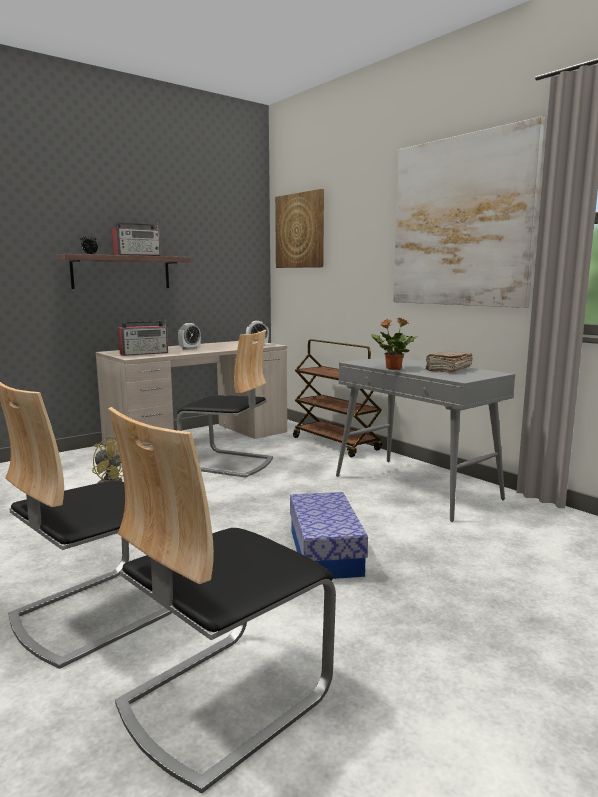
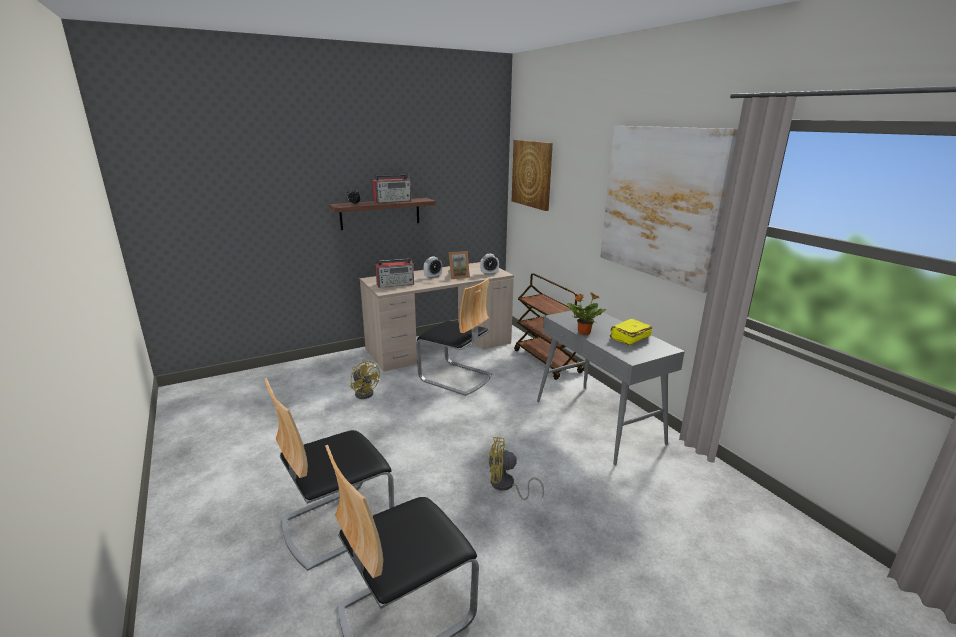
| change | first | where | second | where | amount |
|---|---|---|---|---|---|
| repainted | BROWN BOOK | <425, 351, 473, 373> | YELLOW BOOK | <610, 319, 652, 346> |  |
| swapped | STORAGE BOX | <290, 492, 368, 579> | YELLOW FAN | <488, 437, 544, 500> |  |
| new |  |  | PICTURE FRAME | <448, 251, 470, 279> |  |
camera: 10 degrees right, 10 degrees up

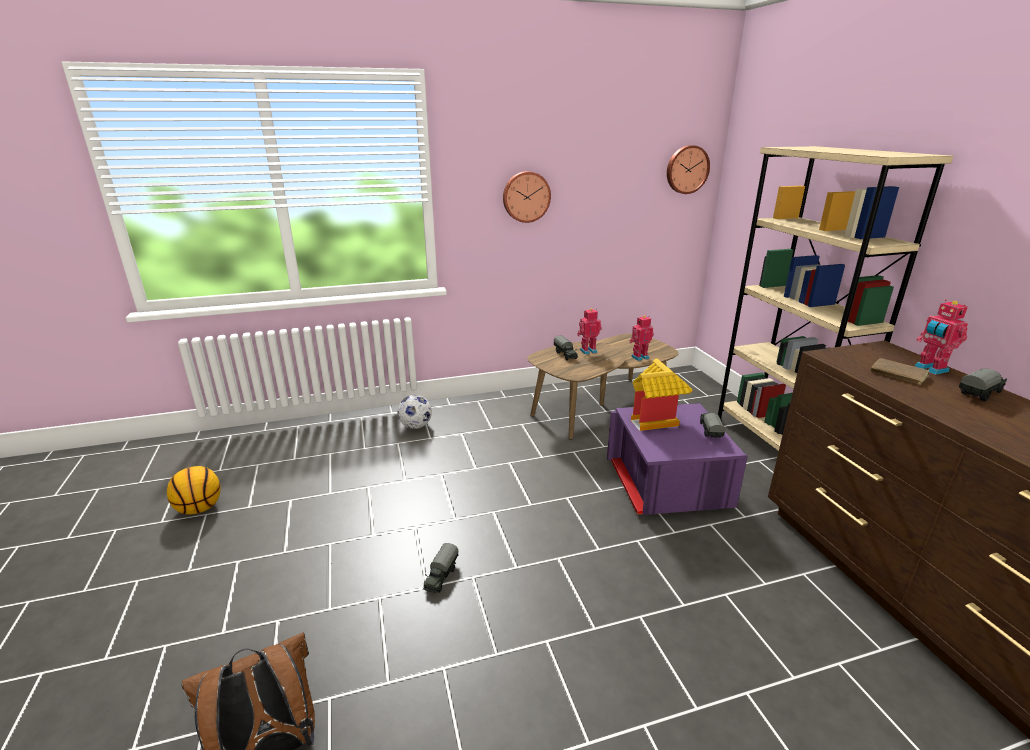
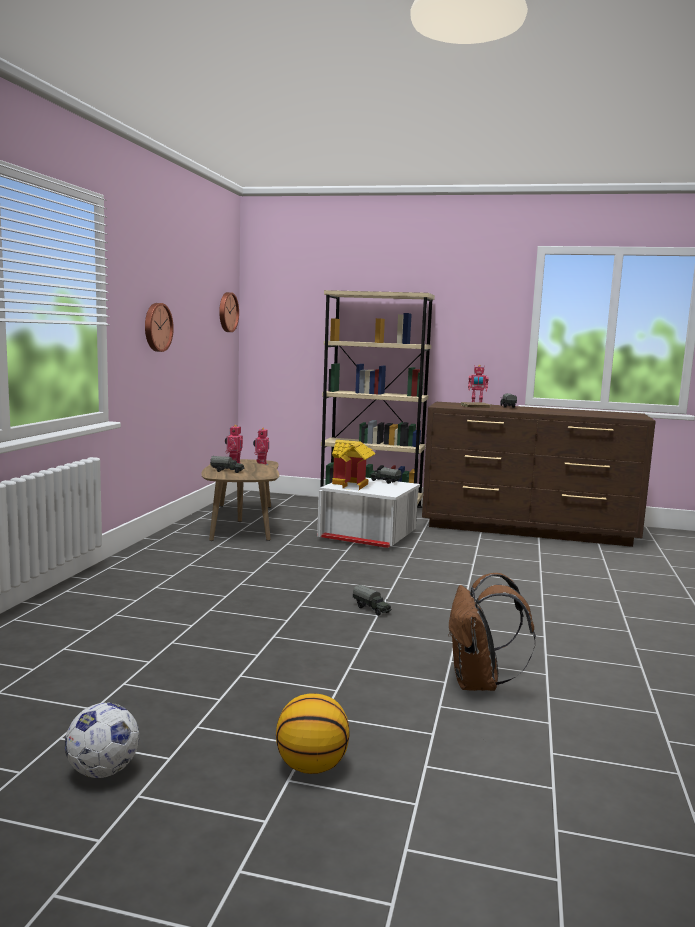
| change | first | where | second | where | amount |
|---|---|---|---|---|---|
| shifted | FOOTBALL | <397, 395, 432, 429> |  | <65, 703, 139, 778> |  |
| repainted | PURPLE STORAGE BOX | <607, 403, 748, 515> | WHITE STORAGE BOX | <317, 478, 420, 548> |  |
| shifted | BASKETBALL | <167, 466, 221, 515> |  | <276, 693, 350, 774> |  |
camera: 60 degrees left, 15 degrees down

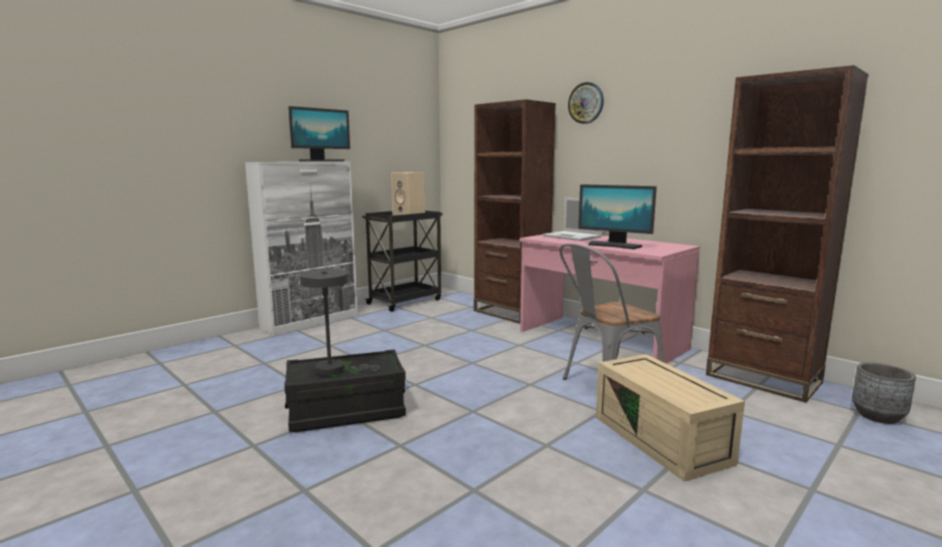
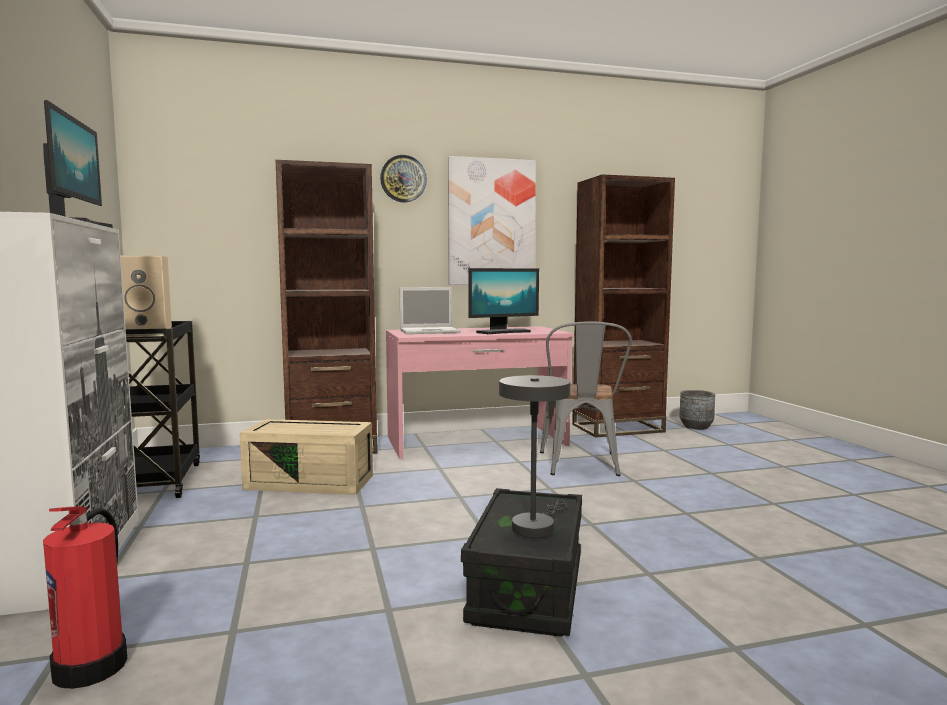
| change | first | where | second | where | amount |
|---|---|---|---|---|---|
| shifted | BEIGE STORAGE BOX | <596, 354, 745, 482> |  | <240, 419, 373, 495> |  |
| new |  |  | PICTURE | <448, 156, 536, 285> |  |
| new |  |  | FIRE EXTINGUISHER | <43, 506, 127, 689> |  |
camera: 60 degrees left, 5 degrees down

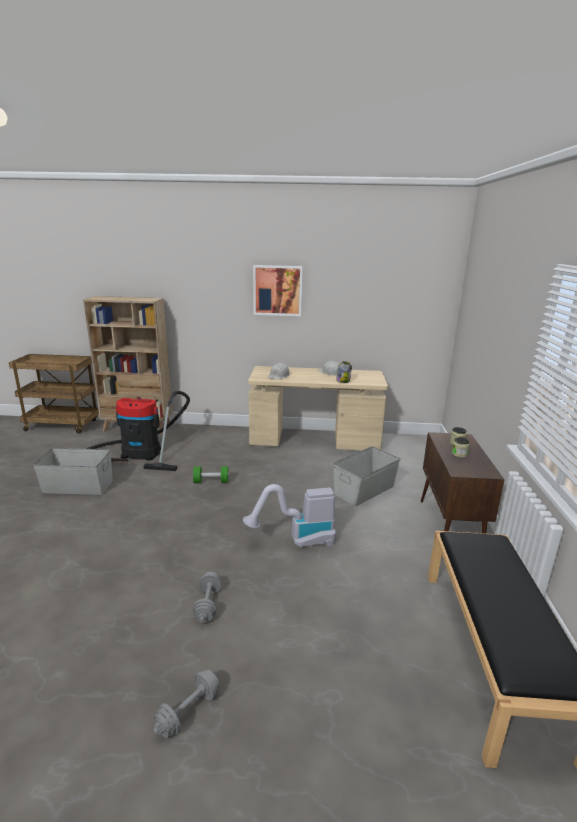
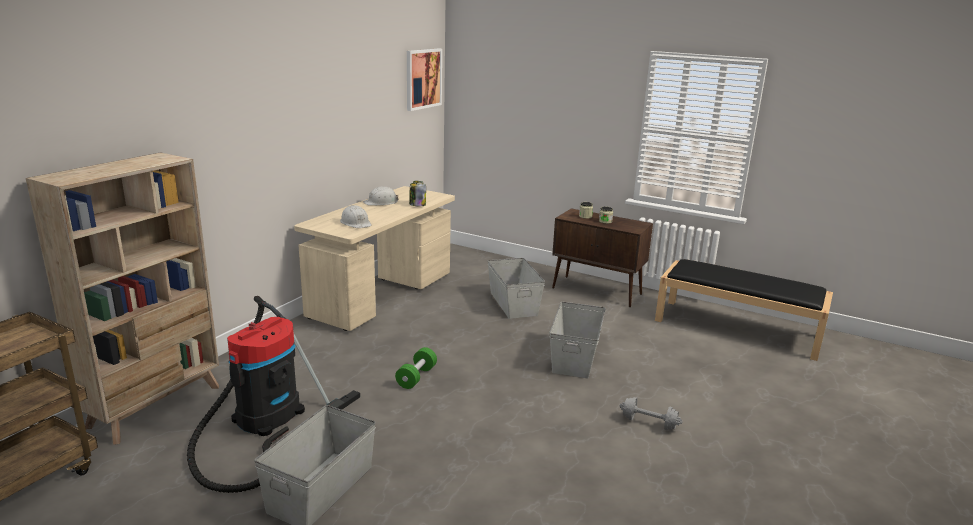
| change | first | where | second | where | amount |
|---|---|---|---|---|---|
| shifted | PICTURE | <253, 265, 303, 316> |  | <407, 48, 442, 111> |  |
| swapped | VACUUM CLEANER | <243, 484, 336, 548> | GREY STORAGE BOX | <549, 302, 606, 379> |  |
| gone | GREY DUMBBELL | <154, 670, 220, 738> |  |  |  |
camera: 65 degrees left, 0 degrees up

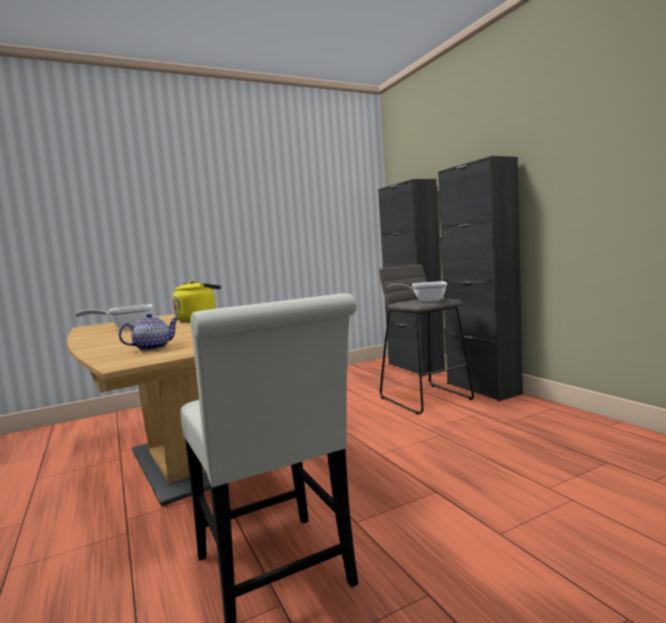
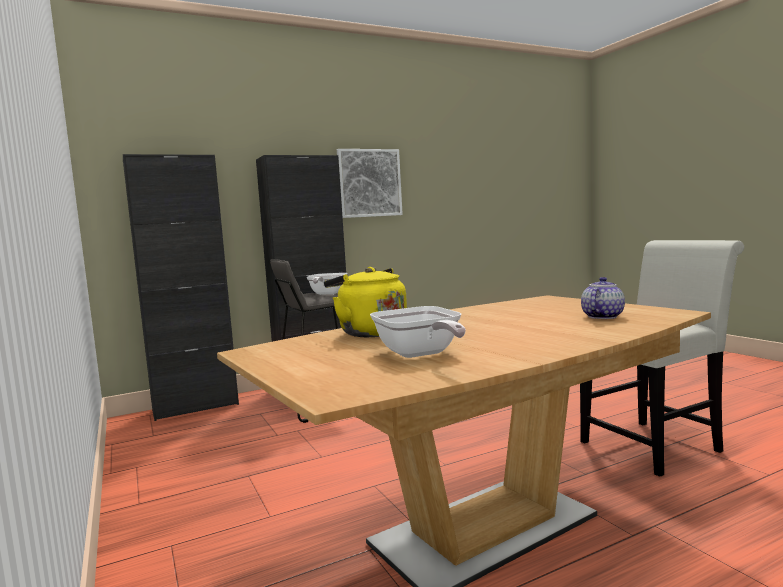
| change | first | where | second | where | amount |
|---|---|---|---|---|---|
| rotated | TEAPOT | <119, 313, 179, 351> |  | <581, 277, 625, 319> | 75 degrees clockwise |
| new |  |  | PICTURE | <337, 149, 403, 218> |  |
camera: 90 degrees left, 0 degrees up

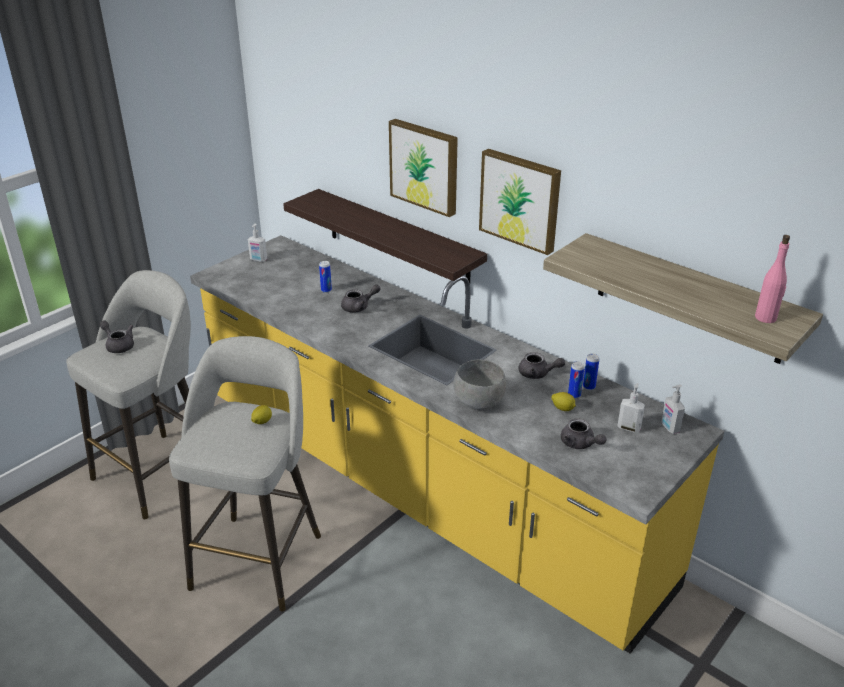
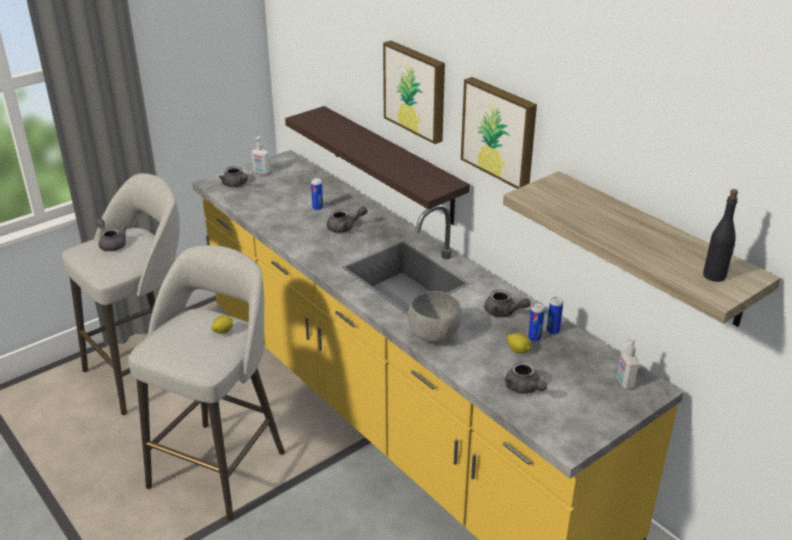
| change | first | where | second | where | amount |
|---|---|---|---|---|---|
| repainted | PINK BOTTLE | <755, 235, 790, 323> | BLACK BOTTLE | <703, 189, 738, 282> |  |
| gone | SOAP DISPENSER | <617, 383, 645, 433> |  |  |  |
| new |  |  | GREY TEAPOT | <219, 166, 248, 187> |  |
camera: 10 degrees right, 0 degrees up

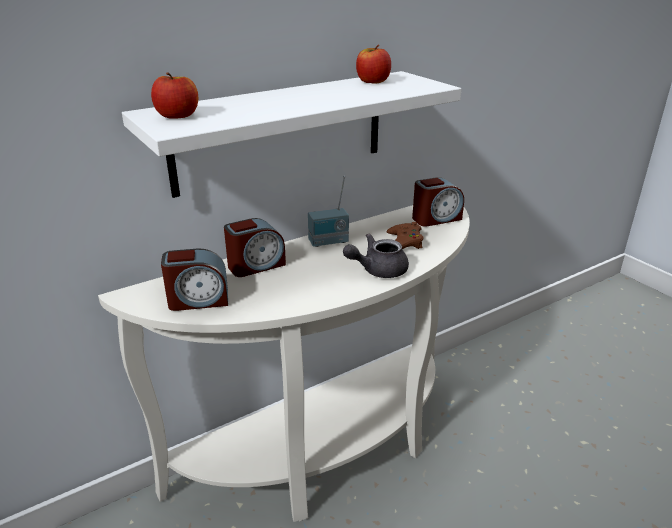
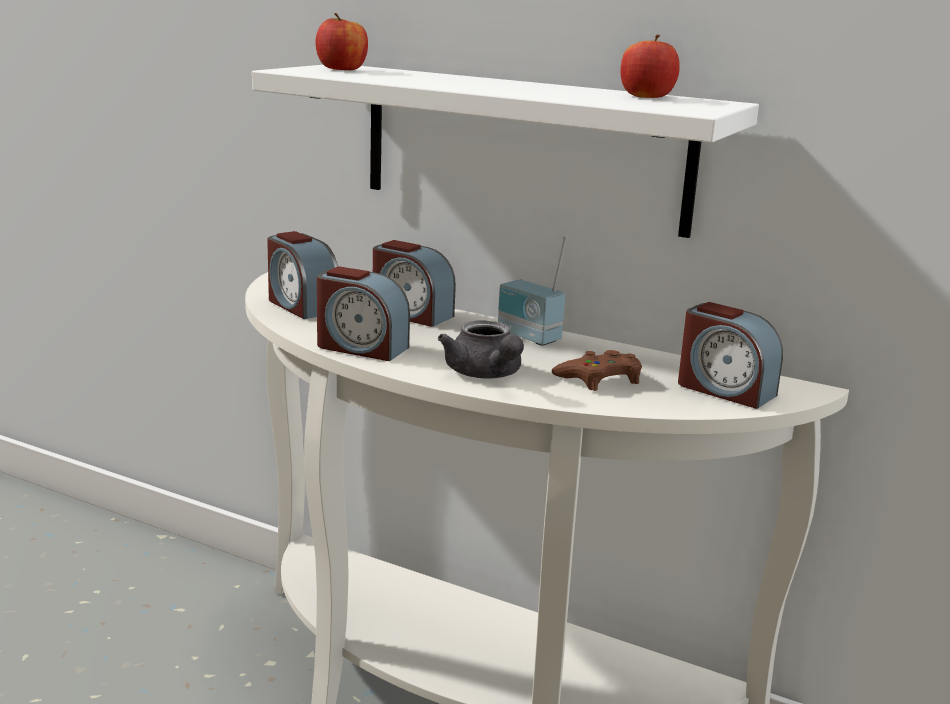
| change | first | where | second | where | amount |
|---|---|---|---|---|---|
| rotated | GREY TEAPOT | <343, 233, 409, 278> |  | <438, 320, 524, 379> | 150 degrees counterclockwise |
| new |  |  | ALARM CLOCK | <317, 266, 410, 361> |  |
camera: 60 degrees right, 10 degrees down

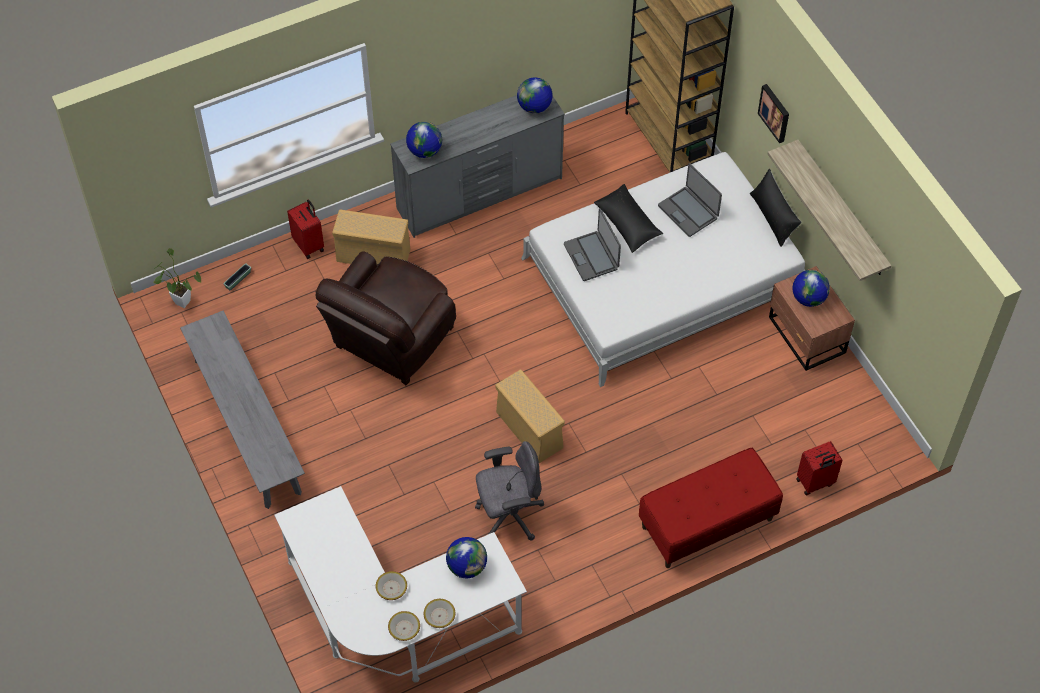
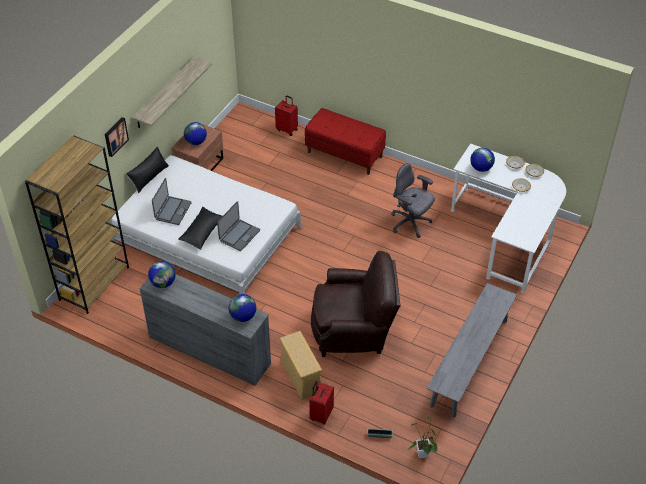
| change | first | where | second | where | amount |
|---|---|---|---|---|---|
| gone | BEIGE STORAGE BOX | <495, 370, 565, 463> |  |  |  |
camera: 125 degrees left, 10 degrees down

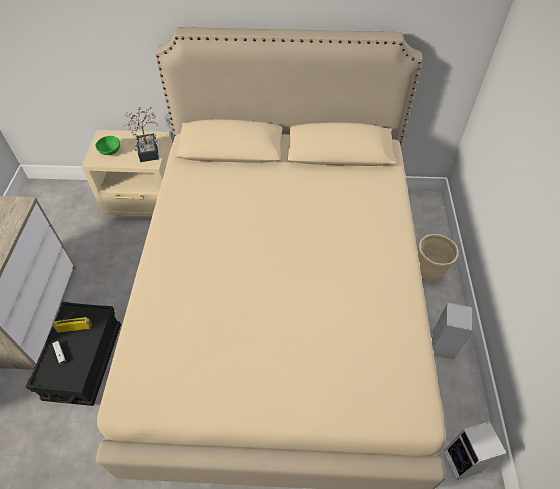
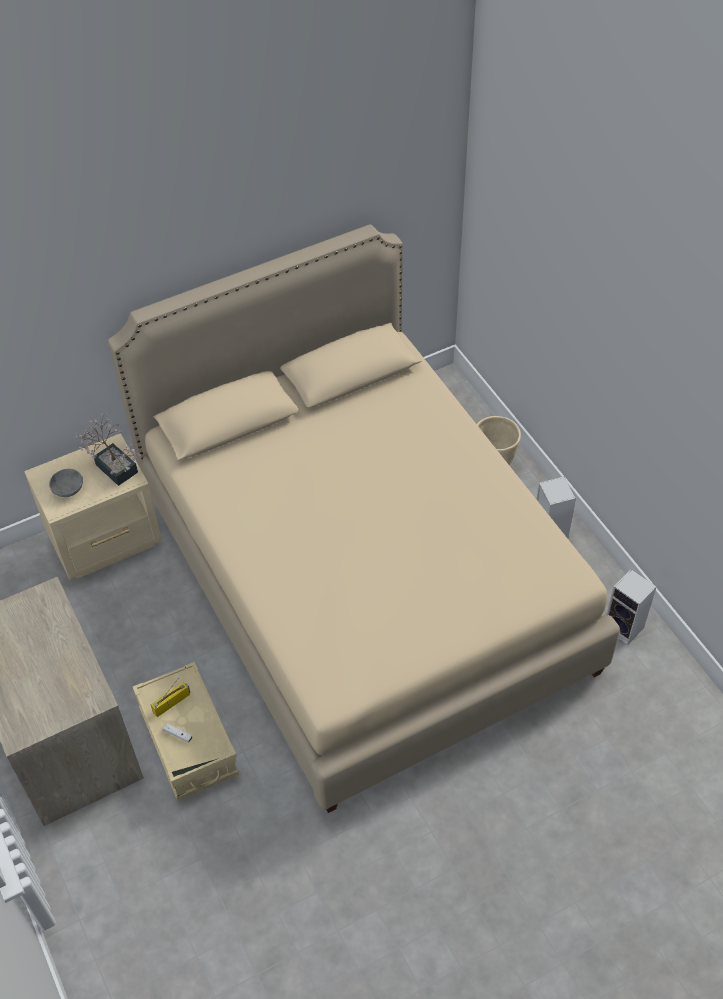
| change | first | where | second | where | amount |
|---|---|---|---|---|---|
| repainted | GREEN BOWL | <95, 136, 120, 155> | GREY BOWL | <49, 469, 83, 497> |  |
| repainted | BLACK STORAGE BOX | <26, 302, 121, 406> | BEIGE STORAGE BOX | <133, 662, 239, 801> |  |
camera: 30 degrees left, 0 degrees up

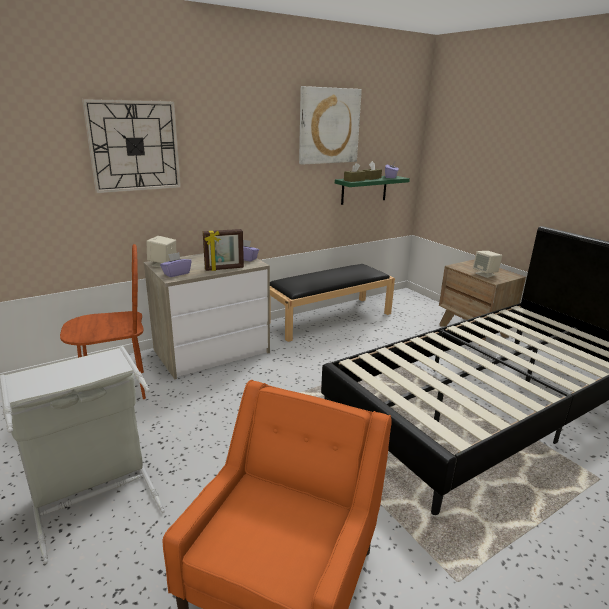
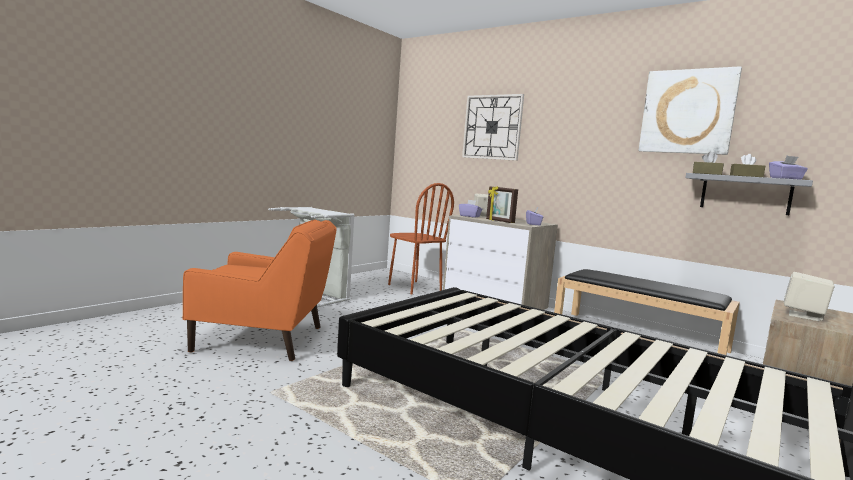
| change | first | where | second | where | amount |
|---|---|---|---|---|---|
| repainted | GREEN SHELF | <335, 176, 410, 205> | GREY SHELF | <685, 173, 813, 215> |  |
camera: 70 degrees right, 15 degrees down

